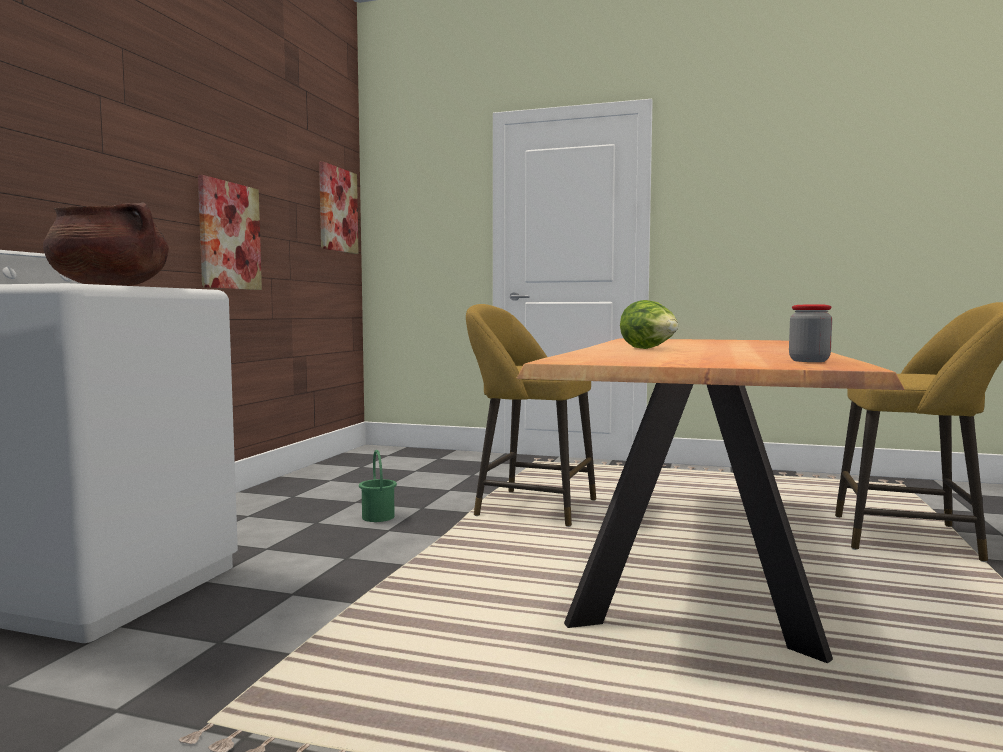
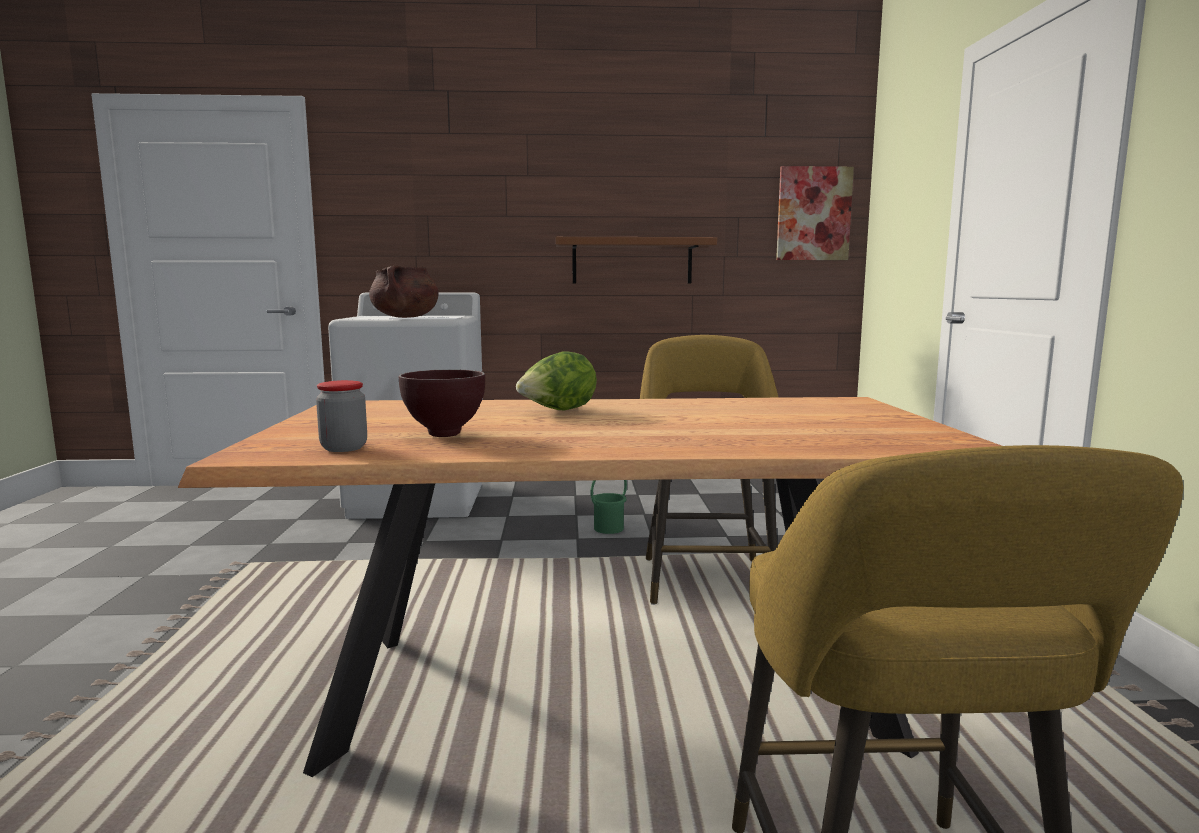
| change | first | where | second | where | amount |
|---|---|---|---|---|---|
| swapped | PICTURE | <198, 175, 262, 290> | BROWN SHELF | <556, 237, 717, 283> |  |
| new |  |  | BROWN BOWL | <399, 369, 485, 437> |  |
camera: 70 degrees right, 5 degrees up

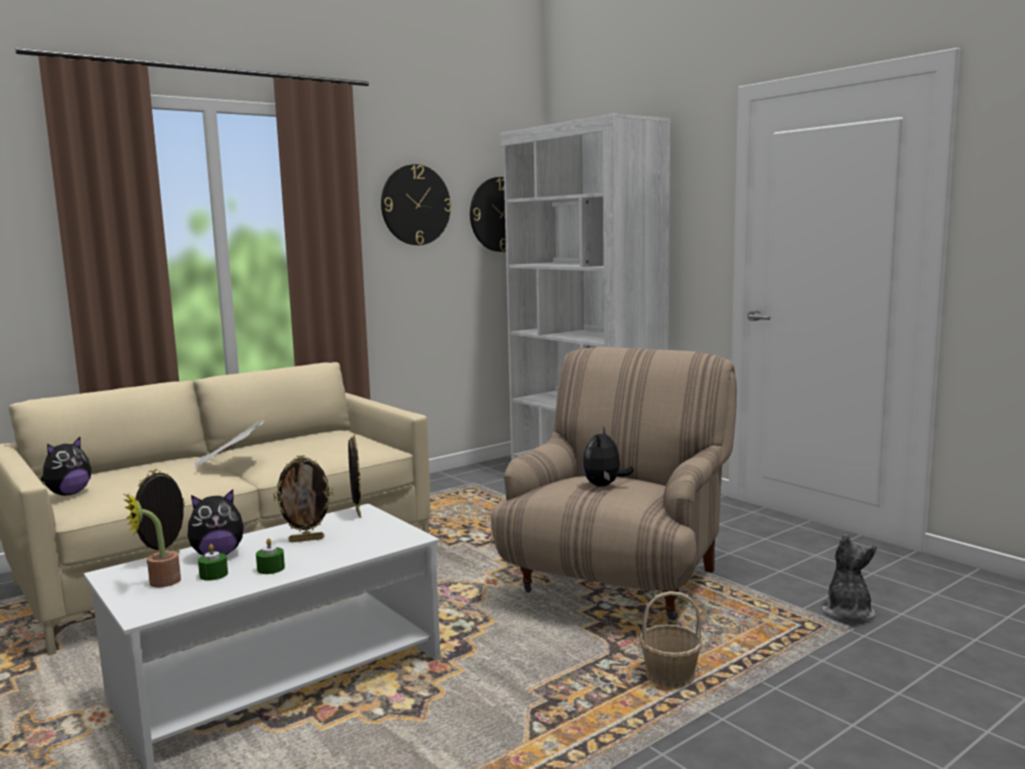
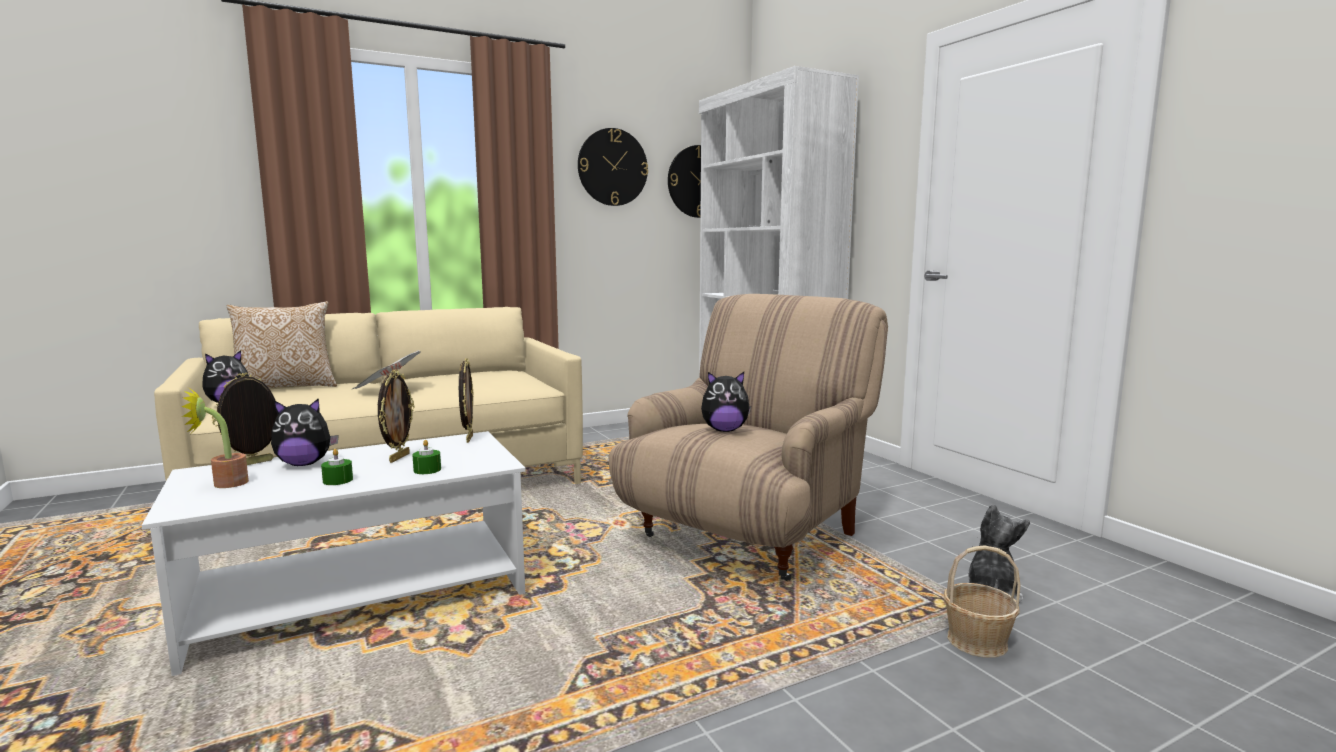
| change | first | where | second | where | amount |
|---|---|---|---|---|---|
| rotated | PLUSH TOY | <583, 427, 634, 487> |  | <701, 372, 751, 432> | 120 degrees counterclockwise |
| rotated | PICTURE FRAME | <273, 455, 333, 542> |  | <378, 369, 414, 463> | 75 degrees counterclockwise |
| shifted | GREEN CANDLE | <198, 544, 228, 580> |  | <412, 440, 441, 474> |  |
| shifted | BASKET | <639, 591, 702, 688> |  | <944, 545, 1021, 658> |  |
| new |  |  | PILLOW | <227, 301, 337, 388> |  |
camera: 10 degrees right, 0 degrees up

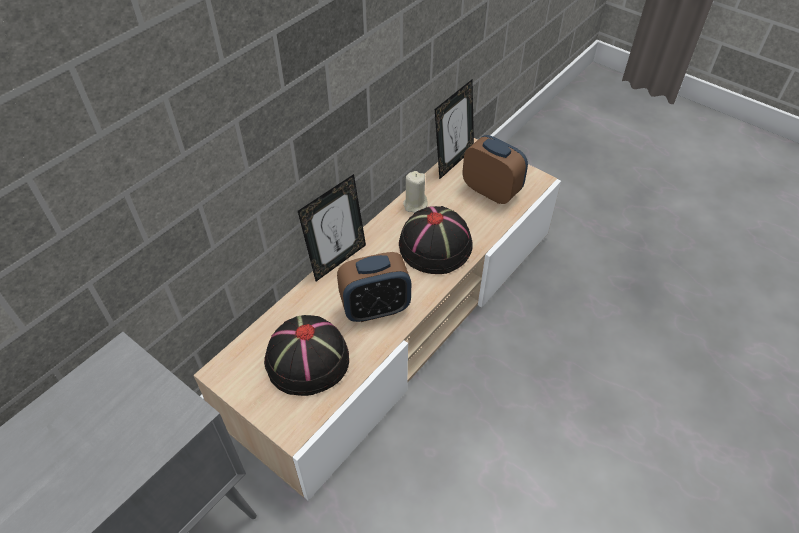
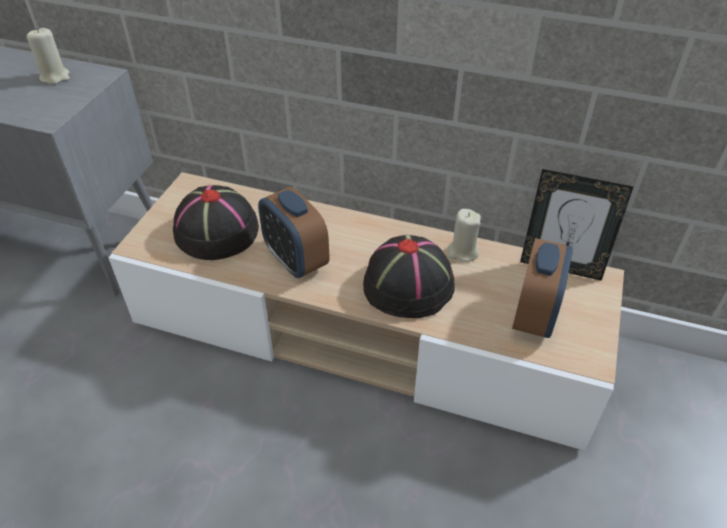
| change | first | where | second | where | amount |
|---|---|---|---|---|---|
| gone | PICTURE FRAME | <298, 174, 366, 281> |  |  |  |
| new |  |  | BEIGE CANDLE | <26, 28, 70, 84> |  |
camera: 70 degrees right, 5 degrees down

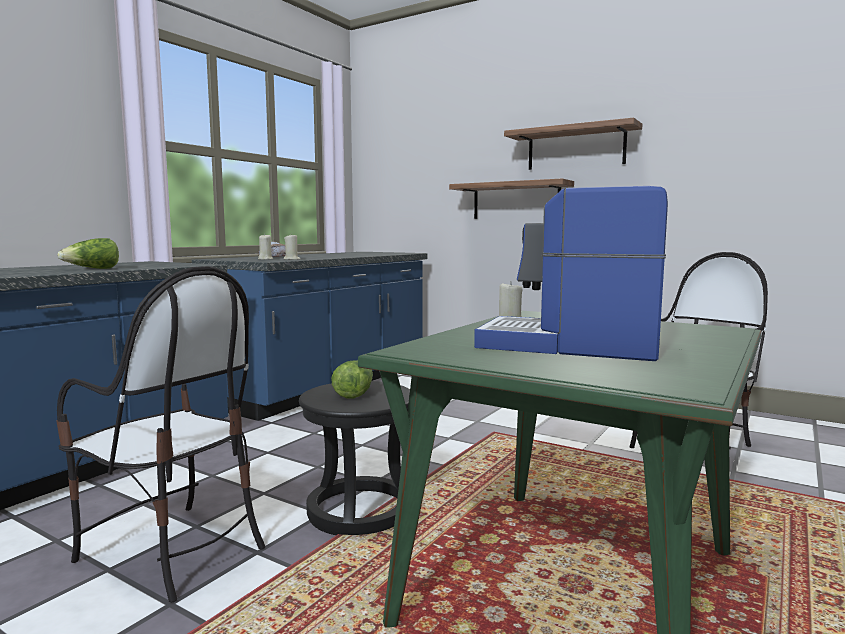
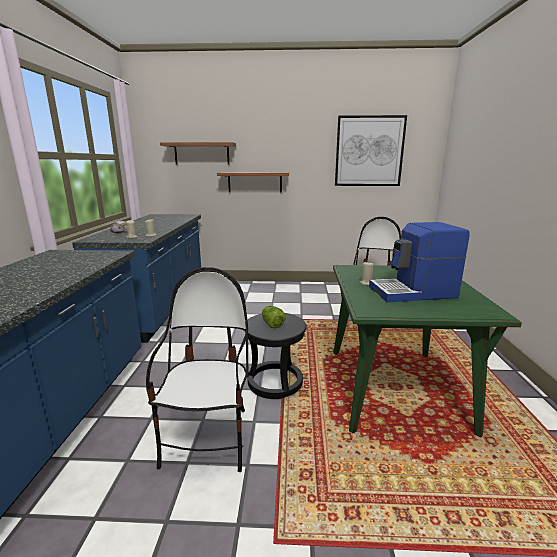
| change | first | where | second | where | amount |
|---|---|---|---|---|---|
| shifted | SHELF | <504, 118, 642, 170> |  | <160, 142, 236, 164> |  |
| gone | LETTUCE | <57, 238, 119, 269> |  |  |  |
| rotated | CHAIR | <56, 266, 265, 602> |  | <146, 267, 248, 472> | 90 degrees counterclockwise |
| new |  |  | PICTURE | <335, 115, 407, 186> |  |
camera: 30 degrees left, 10 degrees up

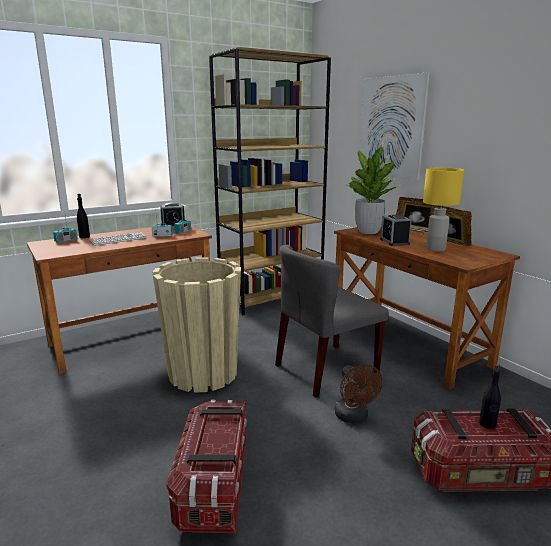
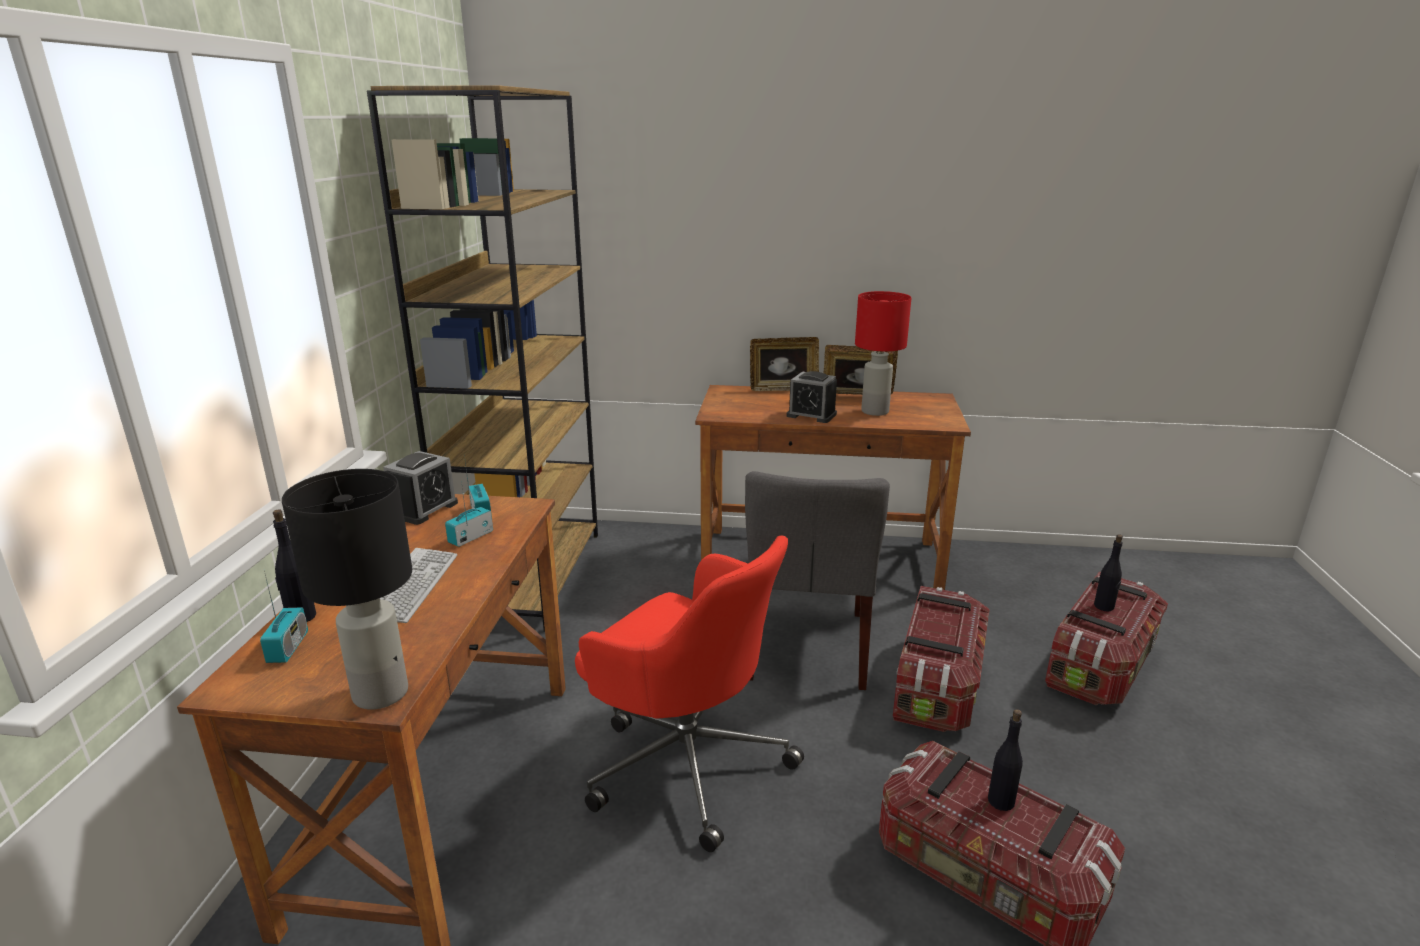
| change | first | where | second | where | amount |
|---|---|---|---|---|---|
| gone | PICTURE | <359, 72, 430, 180> |  |  |  |
| gone | POTTED PLANT | <345, 147, 402, 234> |  |  |  |
| repainted | YELLOW TABLE LAMP | <423, 168, 464, 252> | RED TABLE LAMP | <855, 291, 911, 416> |  |
| swapped | BEIGE PLANTER | <152, 257, 241, 393> | RED OFFICE CHAIR | <575, 535, 804, 852> |  |
| swapped | BROWN FAN | <335, 364, 382, 423> | STORAGE BOX | <893, 586, 990, 732> |  |
| new |  |  | BLACK TABLE LAMP | <282, 469, 412, 710> |  |
| new |  |  | BLACK BOTTLE | <988, 709, 1023, 811> |  |
camera: 50 degrees left, 5 degrees up

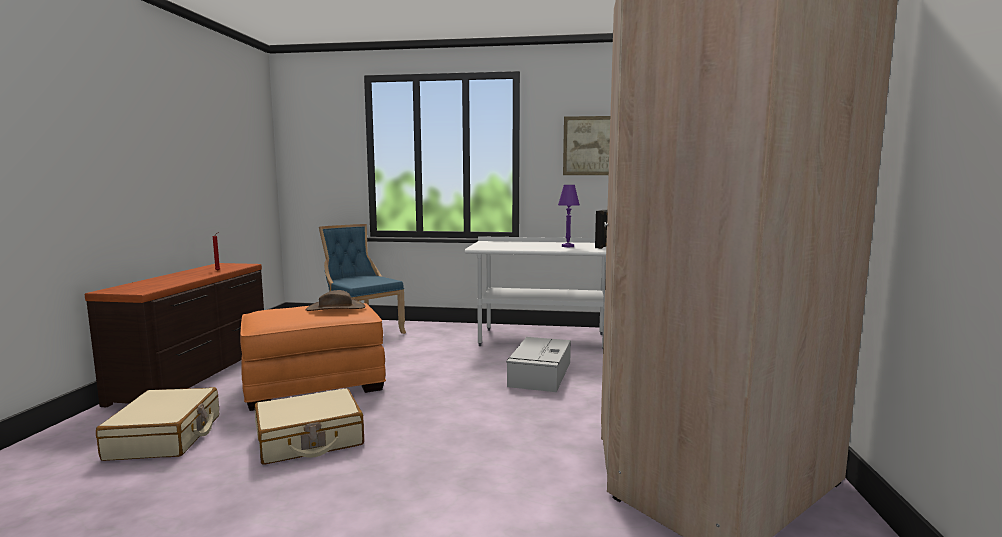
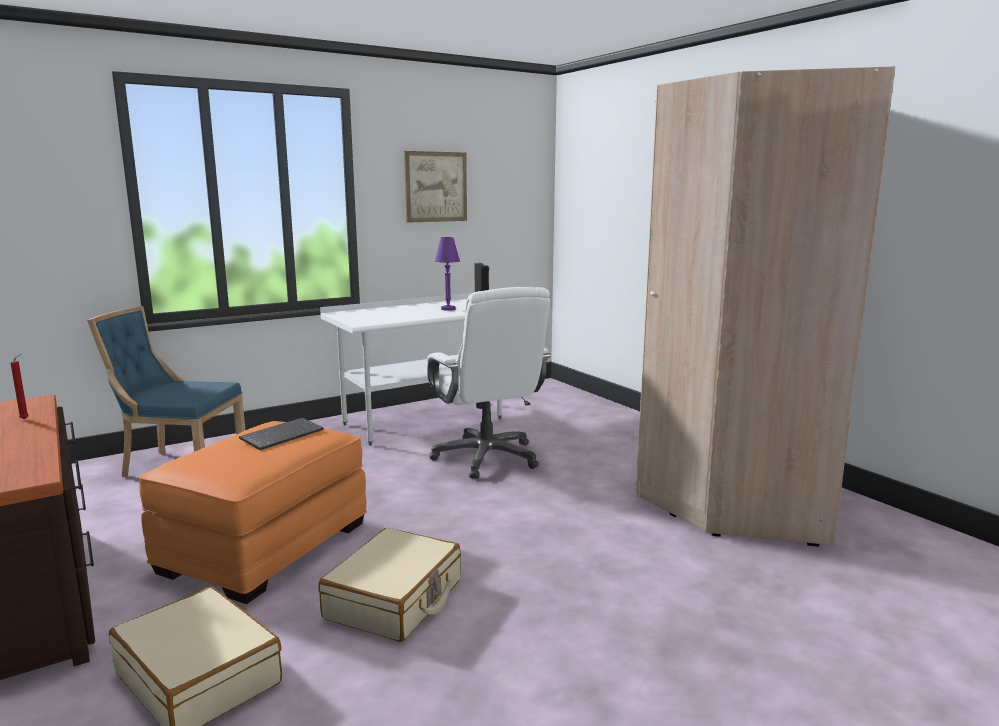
| change | first | where | second | where | amount |
|---|---|---|---|---|---|
| swapped | BROWN HAT | <306, 290, 366, 311> | KEYBOARD | <239, 418, 324, 450> |  |
| swapped | GREY STORAGE BOX | <506, 337, 571, 392> | WHITE OFFICE CHAIR | <427, 287, 551, 479> |  |
camera: 40 degrees left, 5 degrees up

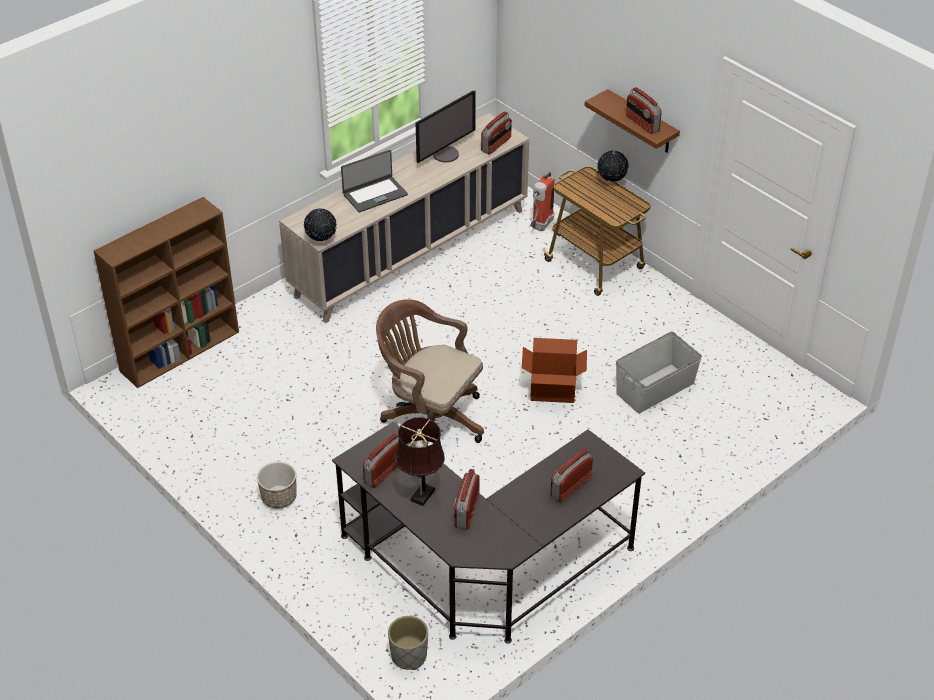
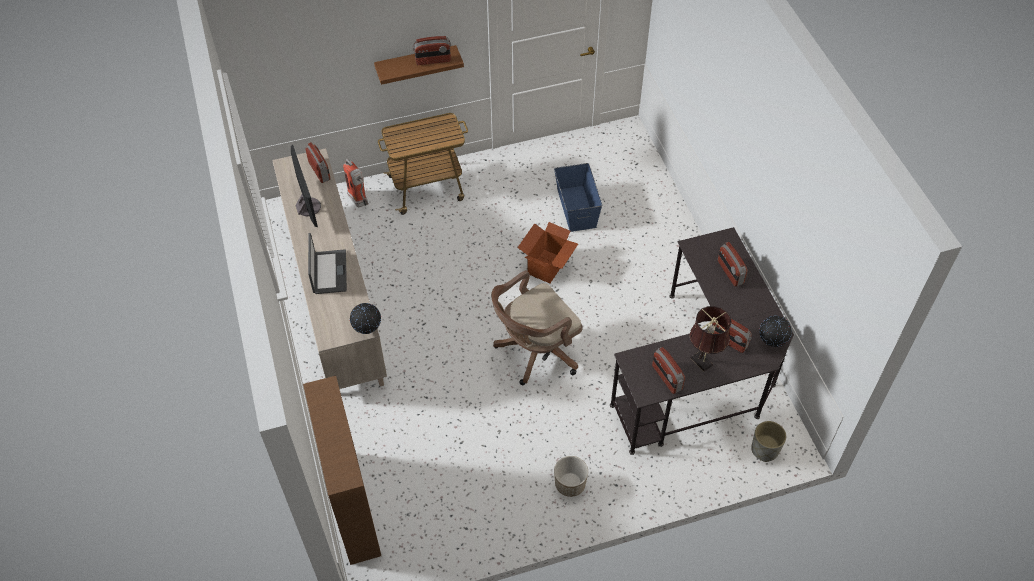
| change | first | where | second | where | amount |
|---|---|---|---|---|---|
| shifted | GLOBE | <597, 150, 629, 183> |  | <759, 316, 792, 347> |  |
| repainted | GREY STORAGE BOX | <616, 332, 702, 413> | BLUE STORAGE BOX | <554, 163, 602, 232> |  |
camera: 65 degrees left, 10 degrees up

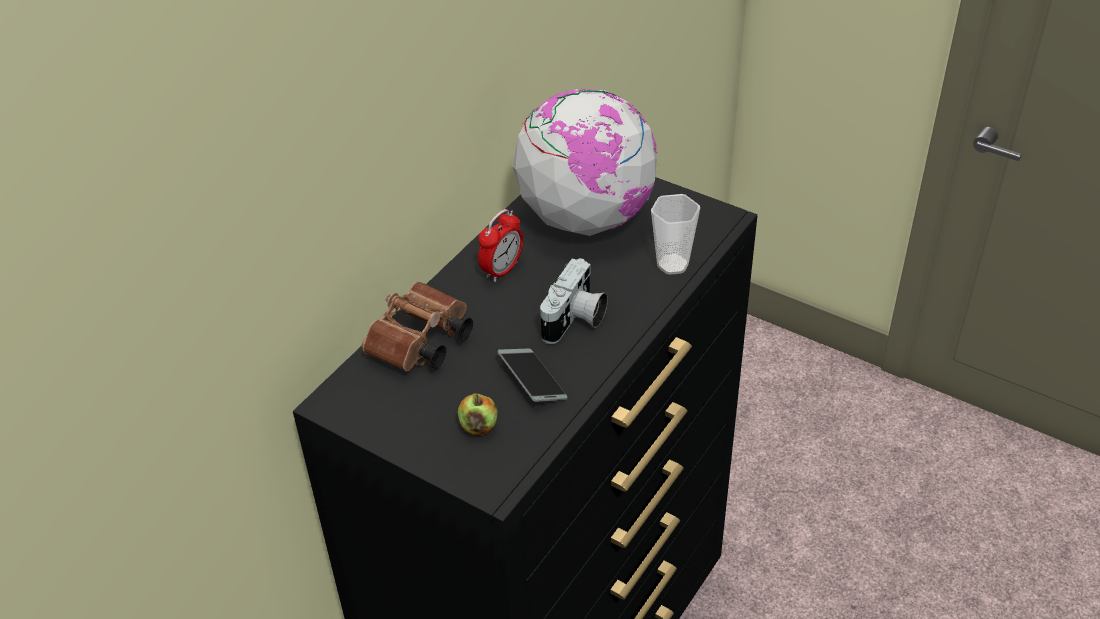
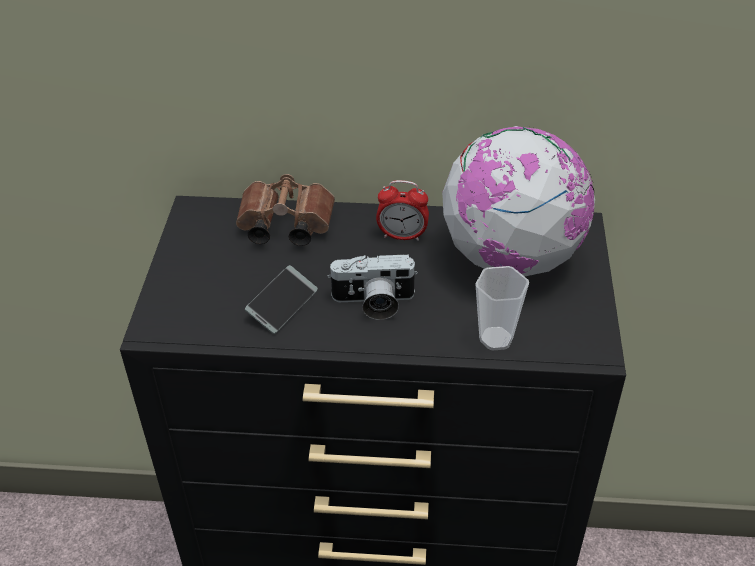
| change | first | where | second | where | amount |
|---|---|---|---|---|---|
| gone | APPLE | <458, 394, 498, 436> |  |  |  |
camera: 60 degrees right, 0 degrees up

